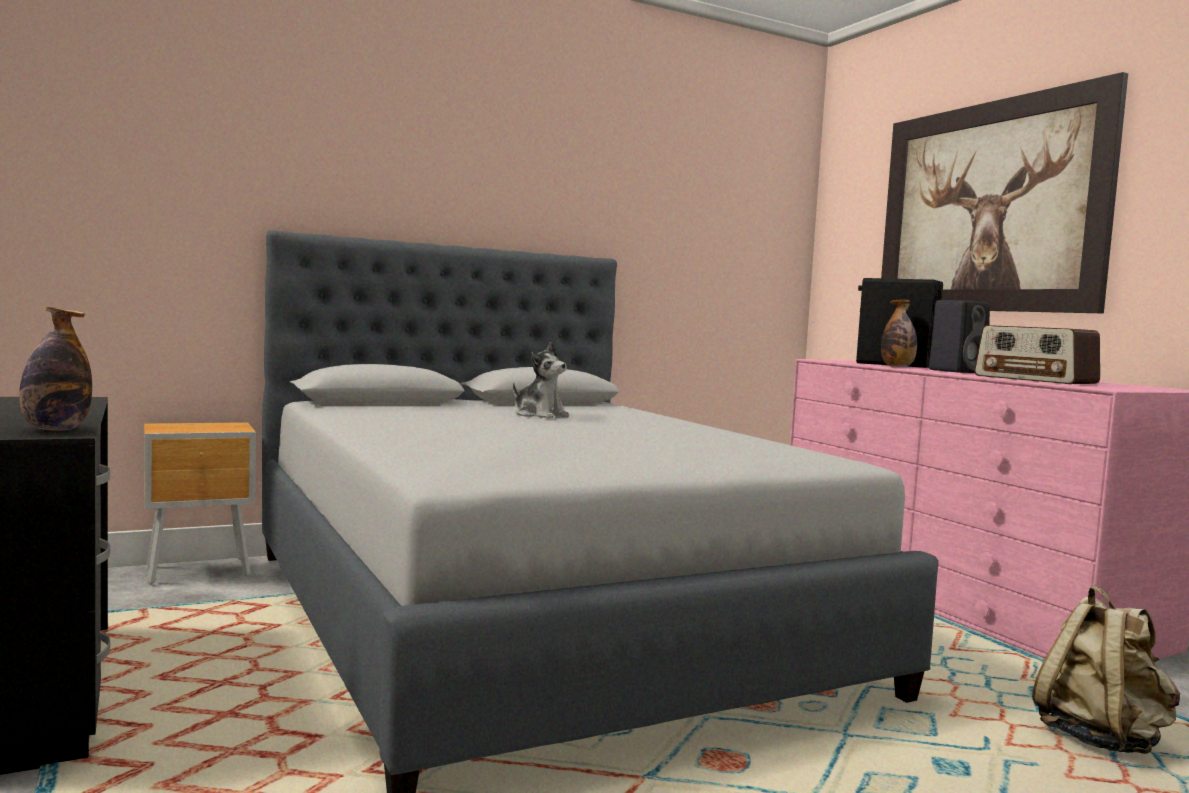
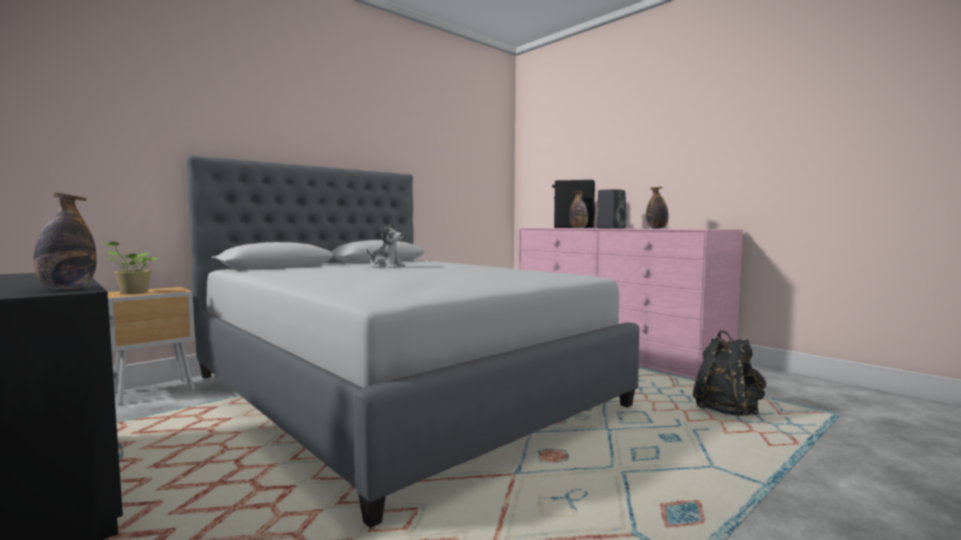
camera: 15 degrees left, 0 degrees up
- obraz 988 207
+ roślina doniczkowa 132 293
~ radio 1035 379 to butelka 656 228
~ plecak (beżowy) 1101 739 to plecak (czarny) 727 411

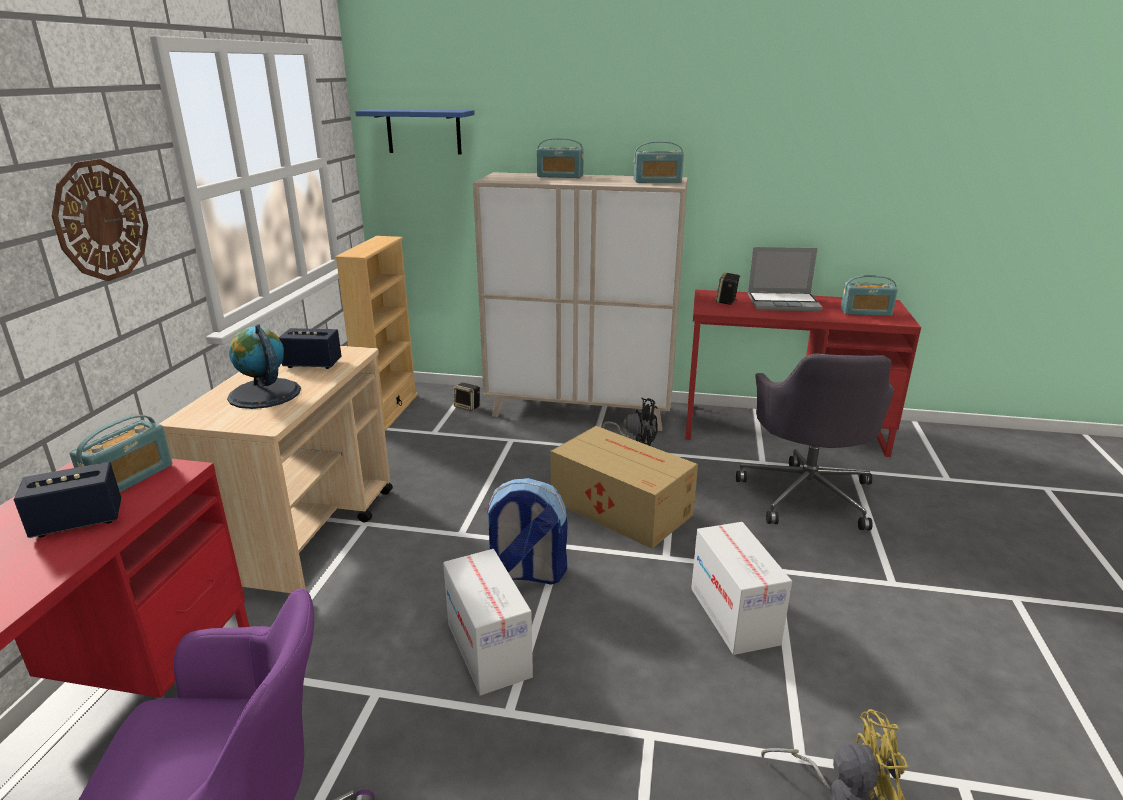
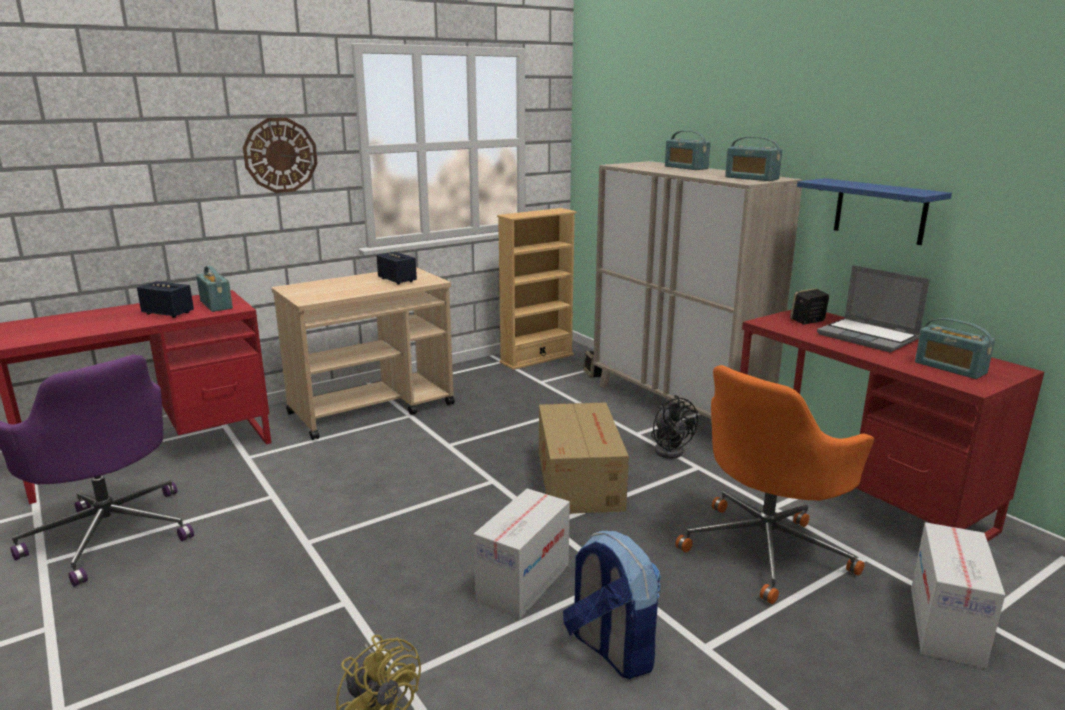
camera: 45 degrees right, 5 degrees down
- globus 264 394
~ półka (niebieski) 423 131 to 880 211
~ karton 489 650 to 946 626
~ plecak 526 573 to 610 649
~ krzesło biurowe (szary) 807 494 to krzesło biurowe (pomarańczowy) 766 549
~ radio 129 479 = 216 305 105 degrees counterclockwise

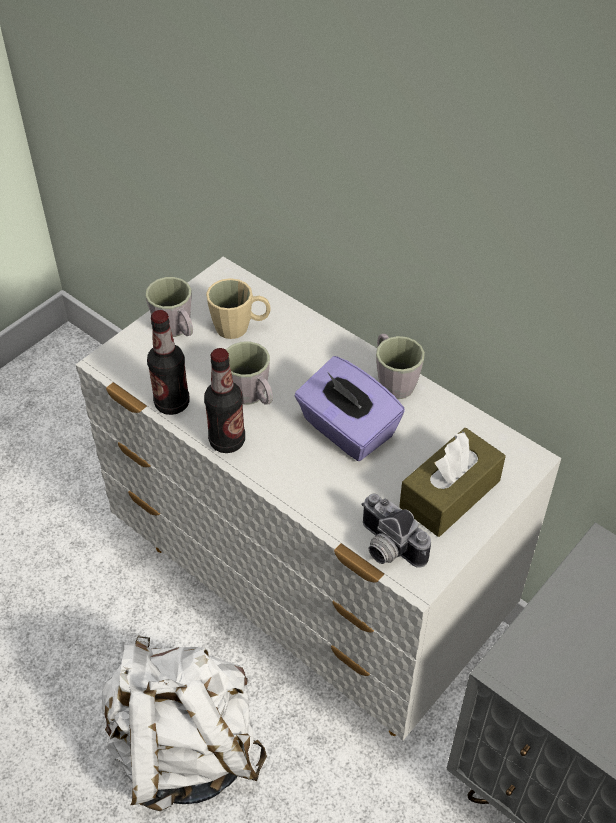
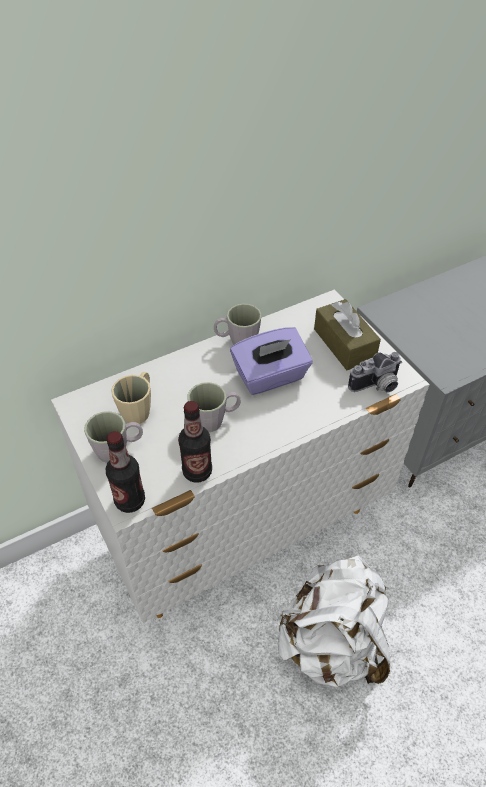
camera: 70 degrees left, 0 degrees up
~ butelka 227 441 to 130 501

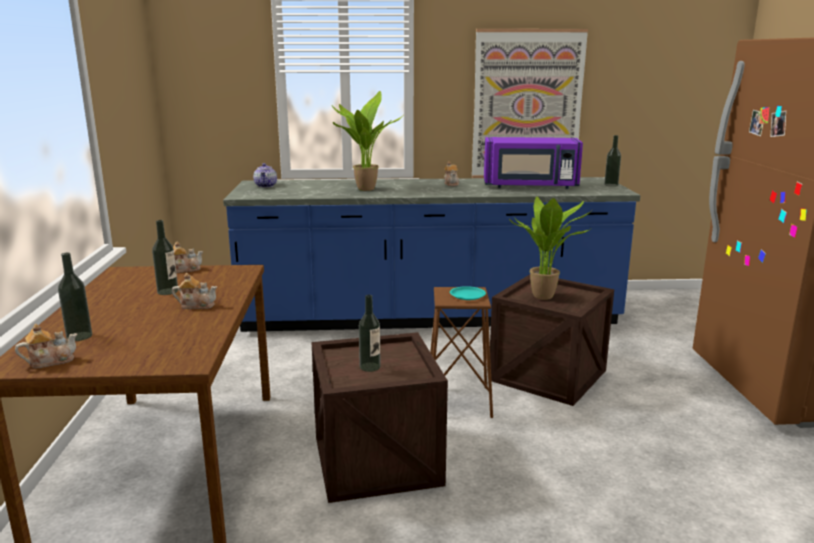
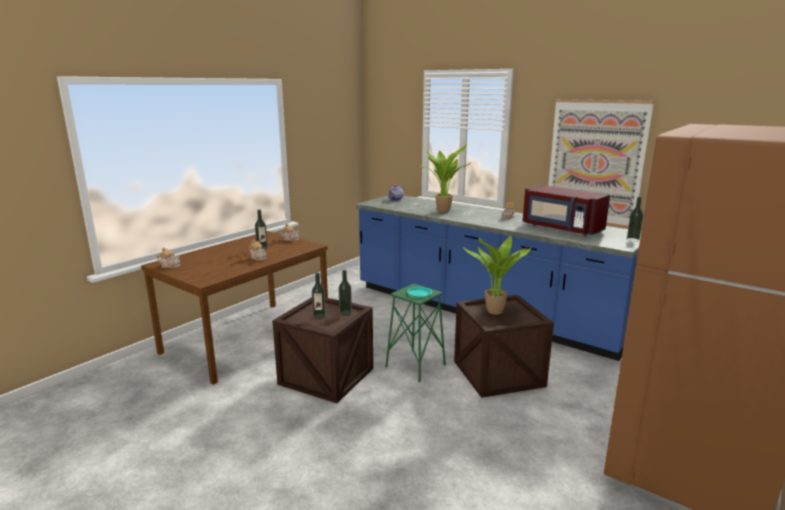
camera: 40 degrees right, 0 degrees up
~ butelka 79 336 to 345 313
~ stołek (brązowy) 458 401 to stołek (zielony) 415 365
~ mikrofalówka (fioletowy) 530 186 to mikrofalówka (czerwony) 561 228

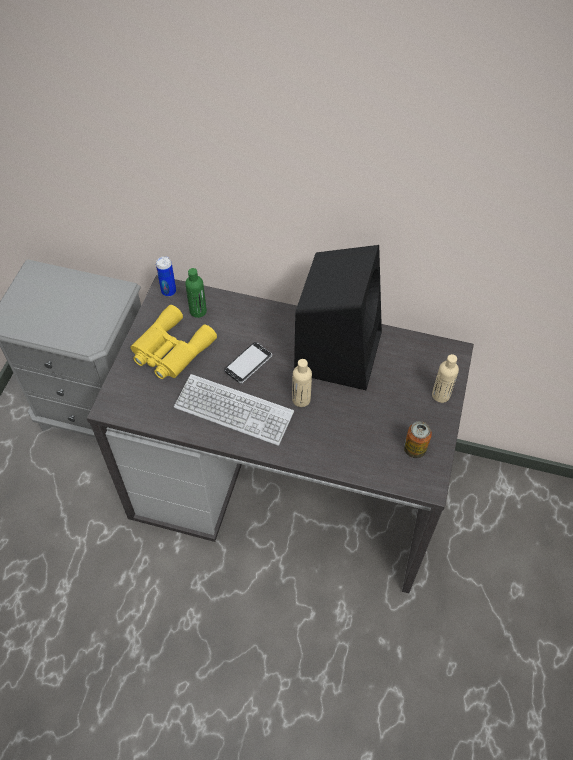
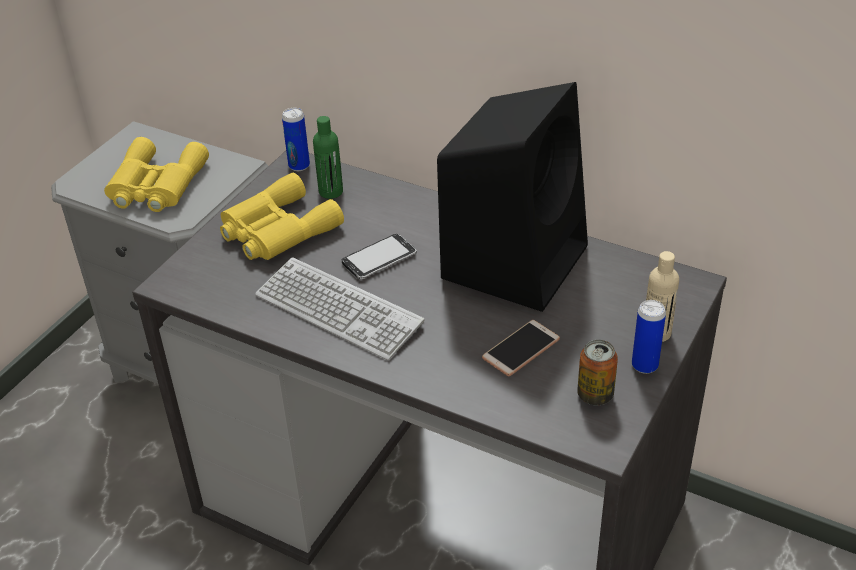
camera: 15 degrees right, 15 degrees down
- butelka (beżowy) 301 399
+ lornetka (żółty) 155 186
+ telefon 521 349
+ puszka 644 365

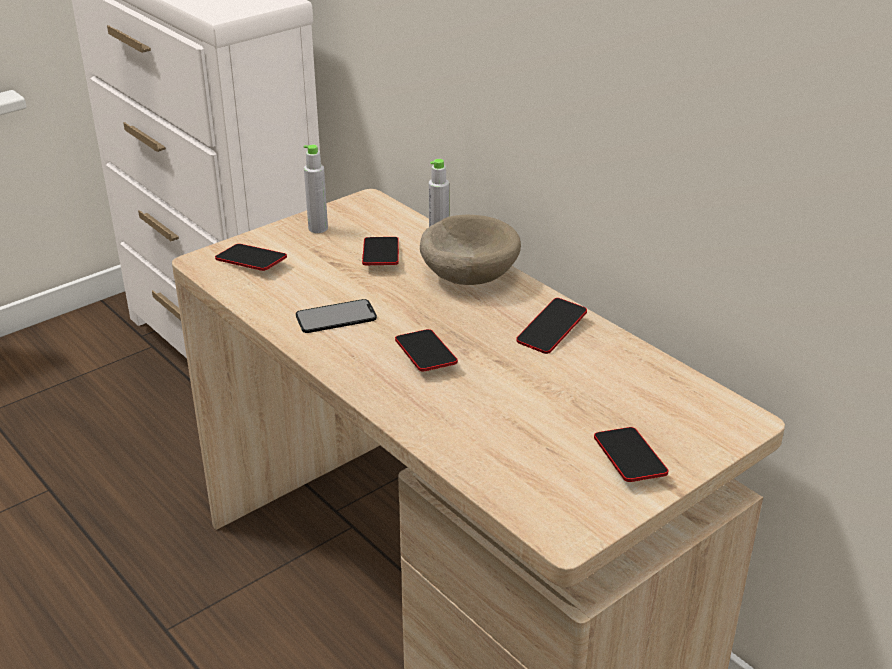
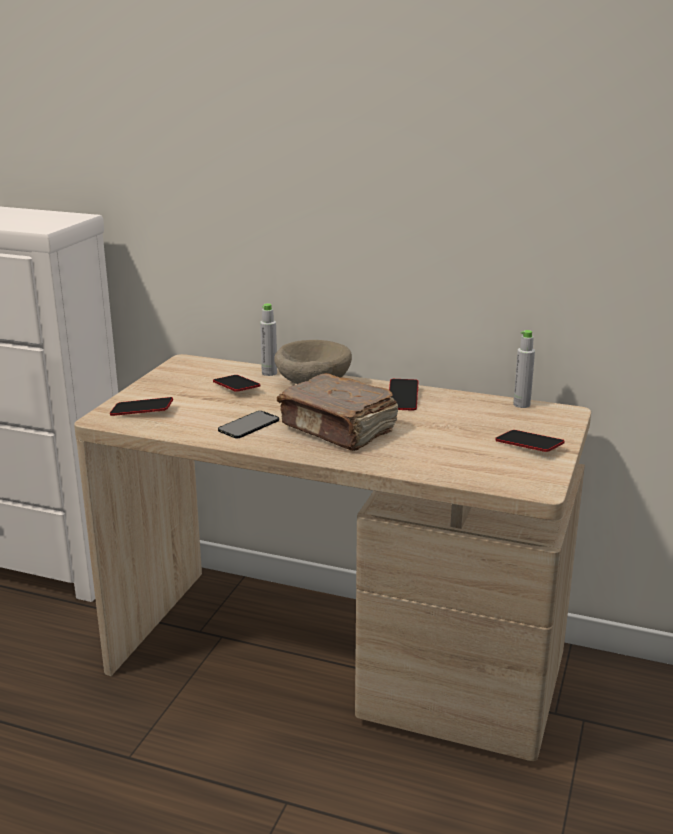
camera: 30 degrees left, 10 degrees down
~ butelka (szary) 318 228 to 521 404
~ telefon 425 355 to książka (brązowy) 338 429

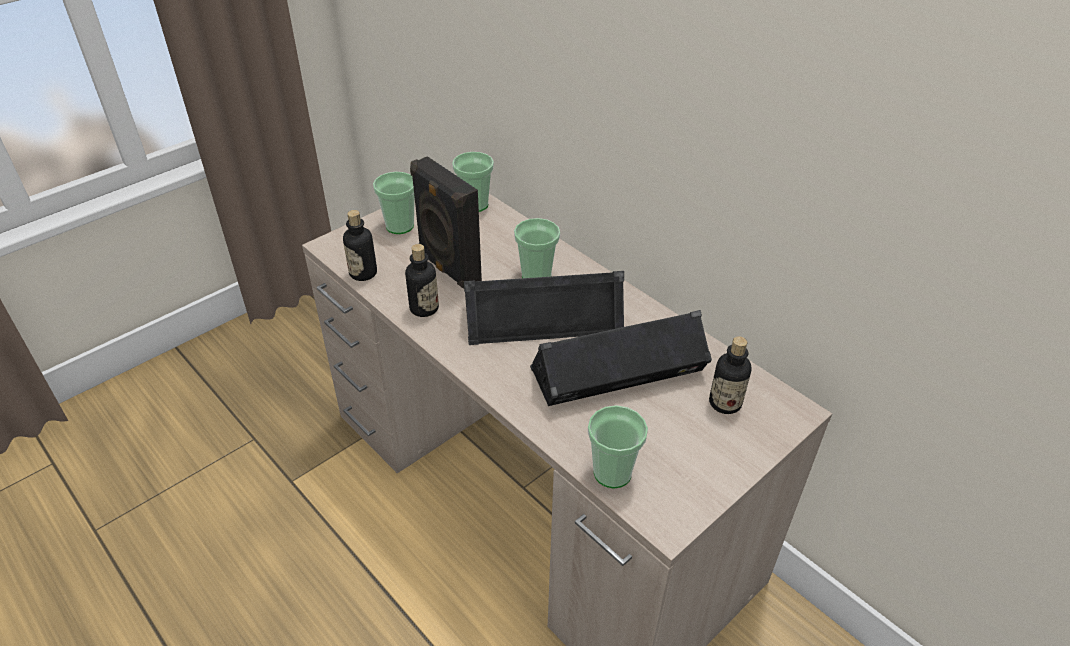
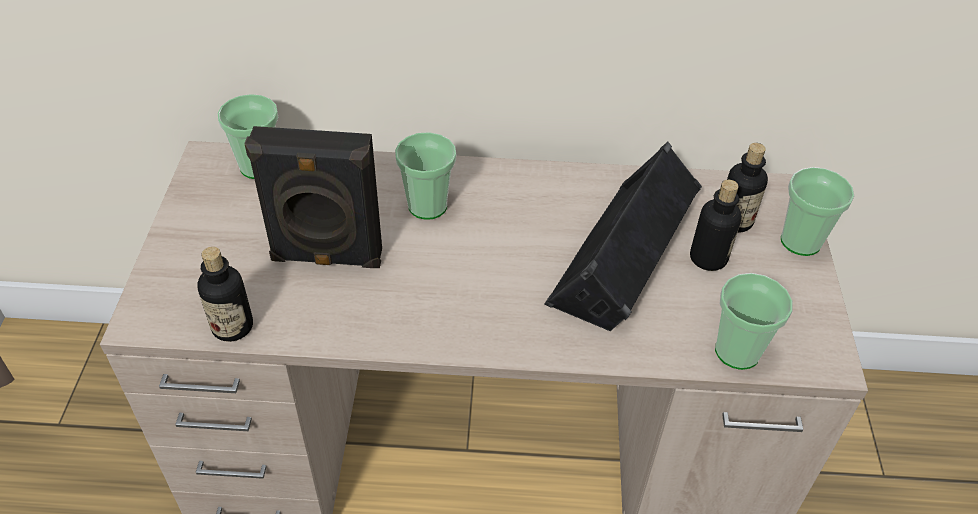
camera: 45 degrees left, 5 degrees up
- głośnik (czarny) 543 316
~ filiżanka 399 226 to 800 241
~ butelka 424 308 to 708 258

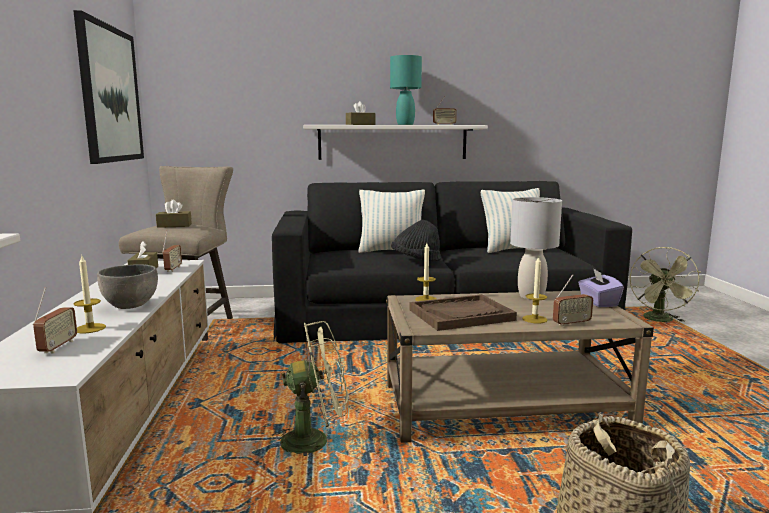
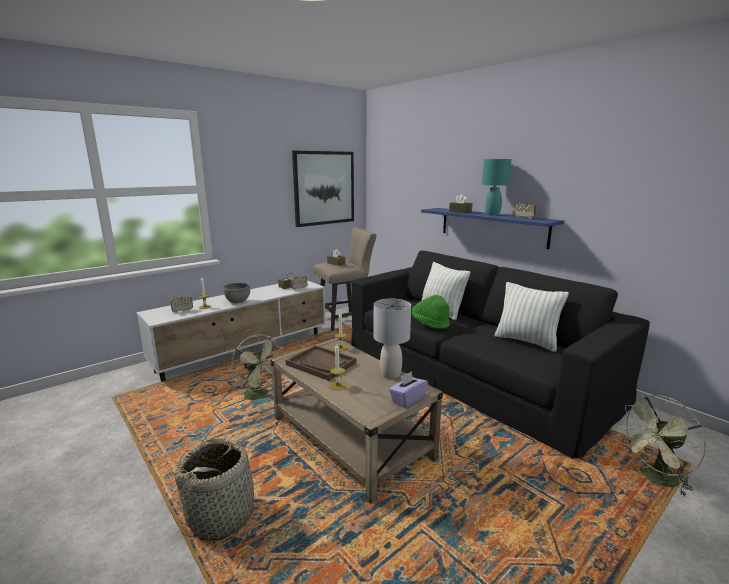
camera: 55 degrees right, 5 degrees up
- radio 571 324
~ półka (biały) 392 142 to półka (niebieski) 492 226
~ kapelusz (czarny) 416 260 to kapelusz (zielony) 430 323

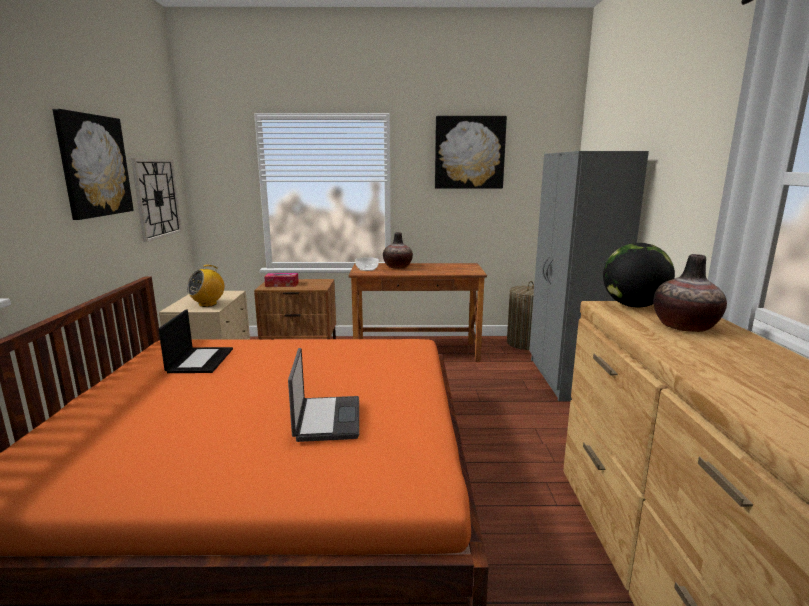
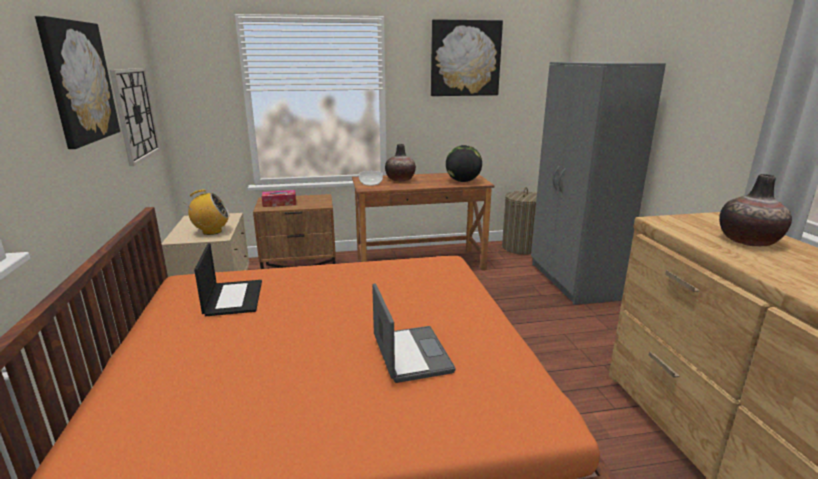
camera: 10 degrees left, 5 degrees up
~ globus 633 306 to 463 181
~ radio 208 304 = 211 231 135 degrees counterclockwise

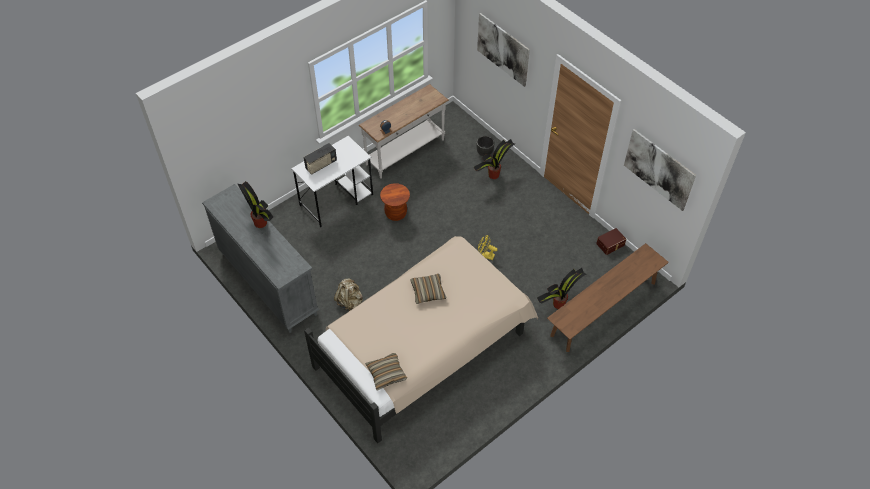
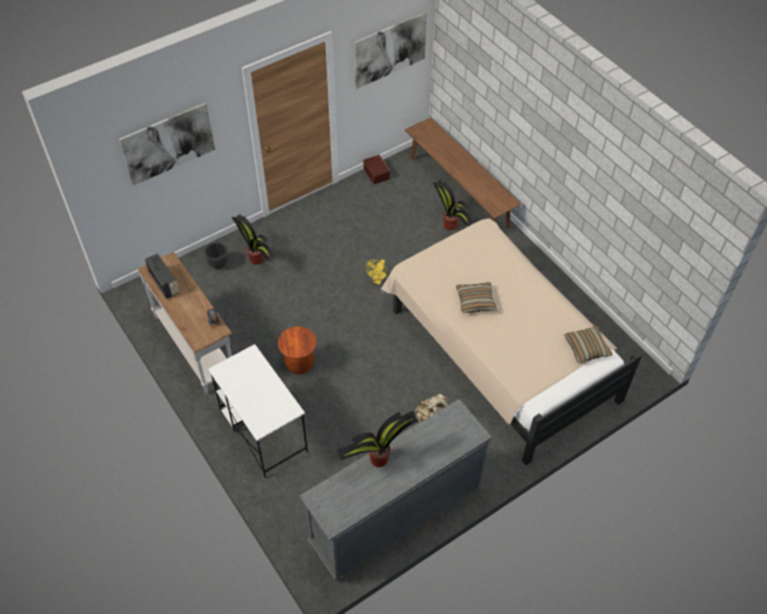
camera: 85 degrees left, 0 degrees up
~ radio 321 165 to 164 283

